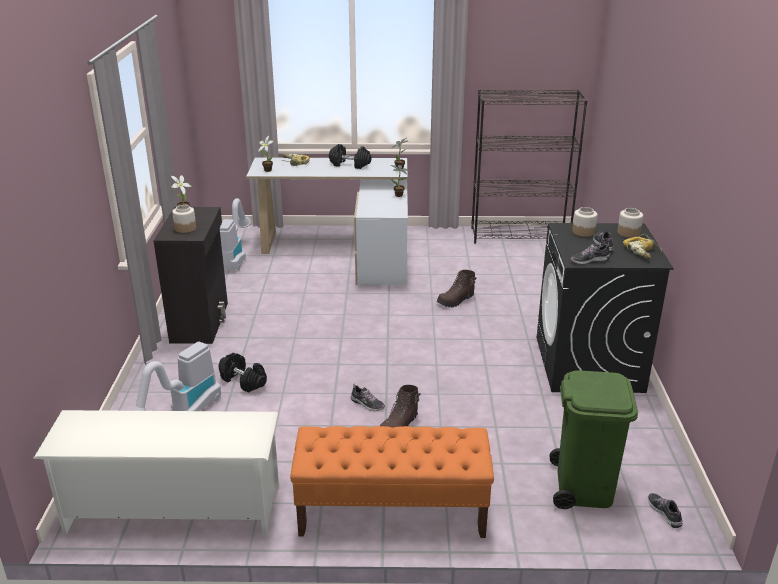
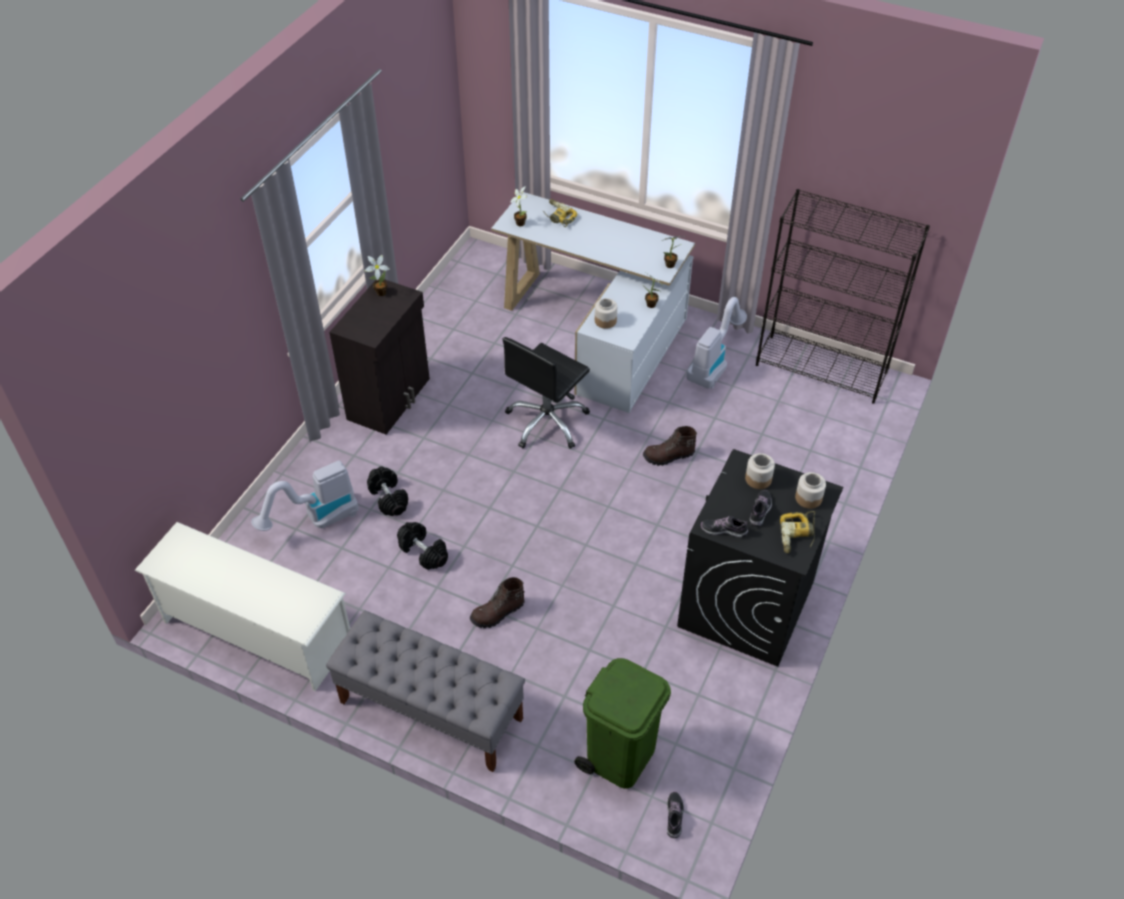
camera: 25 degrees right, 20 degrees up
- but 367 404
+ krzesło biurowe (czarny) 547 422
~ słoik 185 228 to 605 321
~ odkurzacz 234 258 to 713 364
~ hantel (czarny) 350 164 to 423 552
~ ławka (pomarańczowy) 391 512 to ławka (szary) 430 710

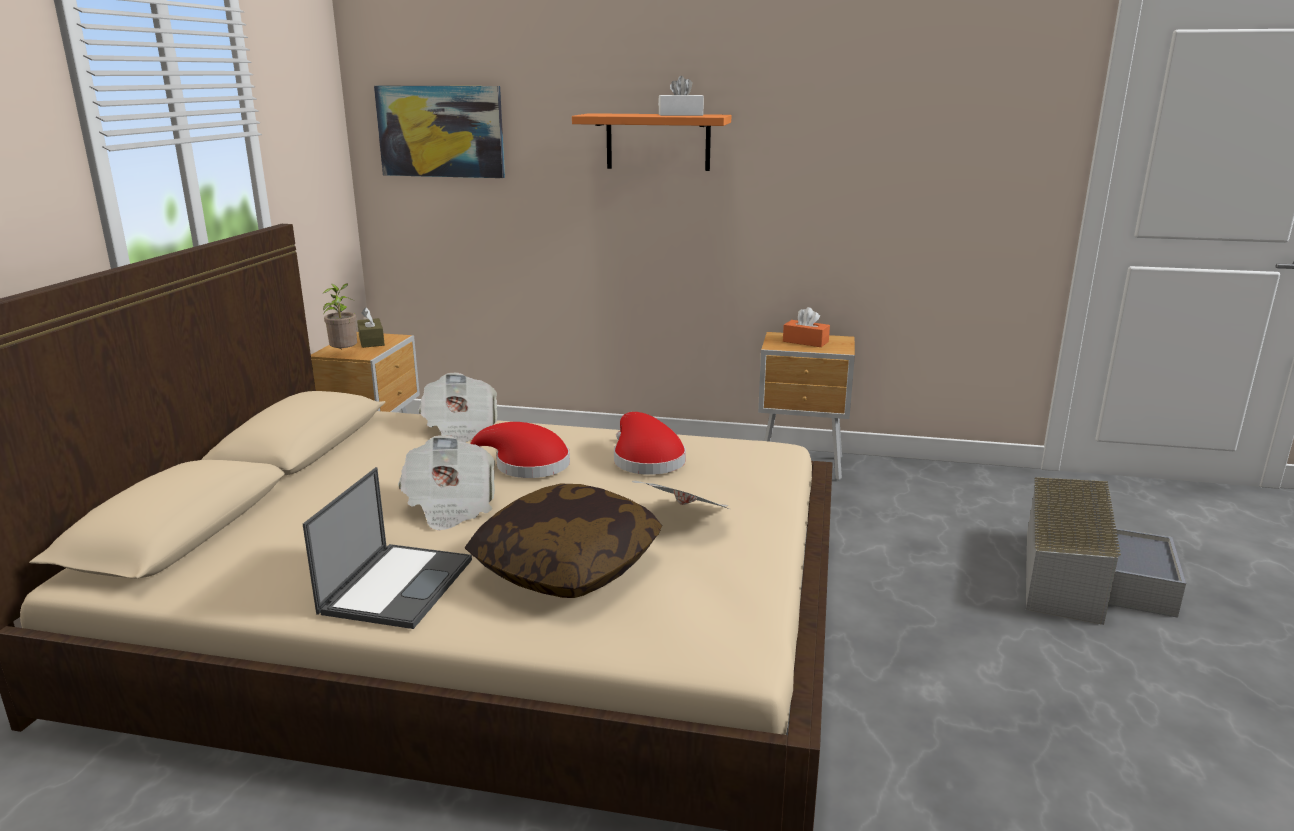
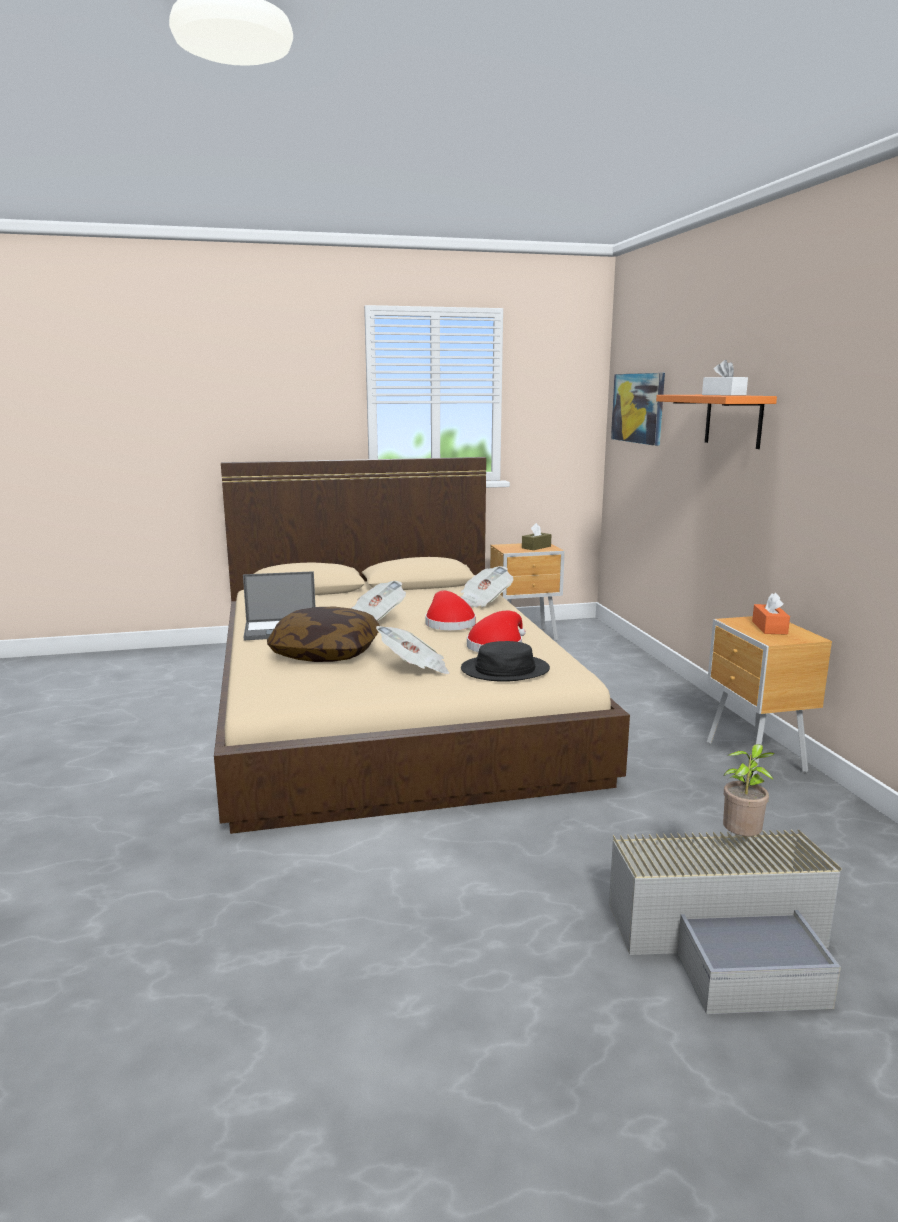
camera: 65 degrees right, 5 degrees down
+ kapelusz (czarny) 505 670
~ roślina doniczkowa 344 354 to 742 839

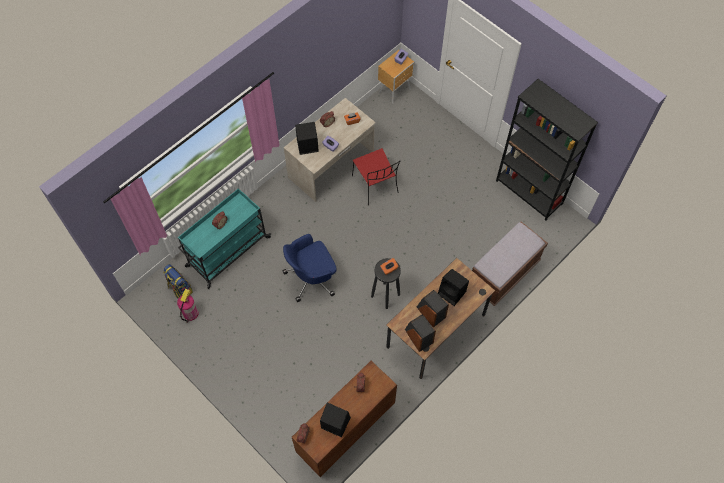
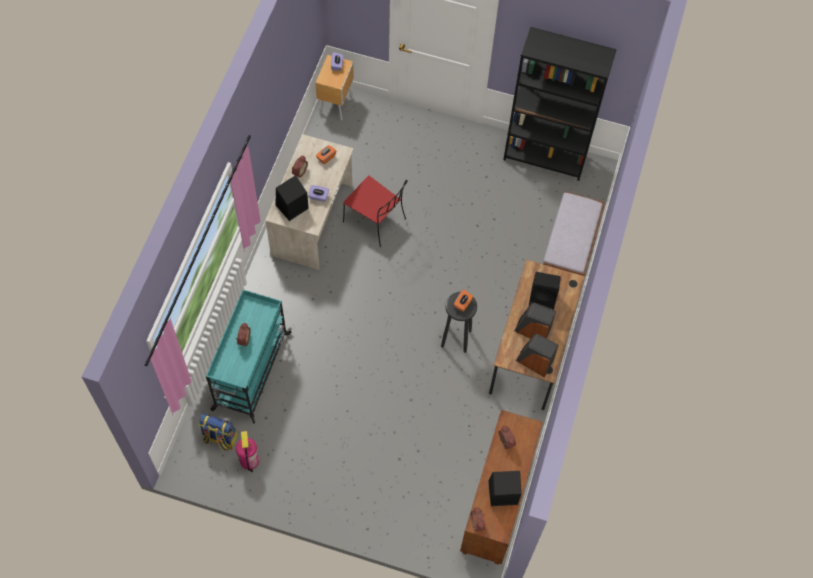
camera: 30 degrees left, 0 degrees up
- krzesło biurowe (niebieski) 312 278

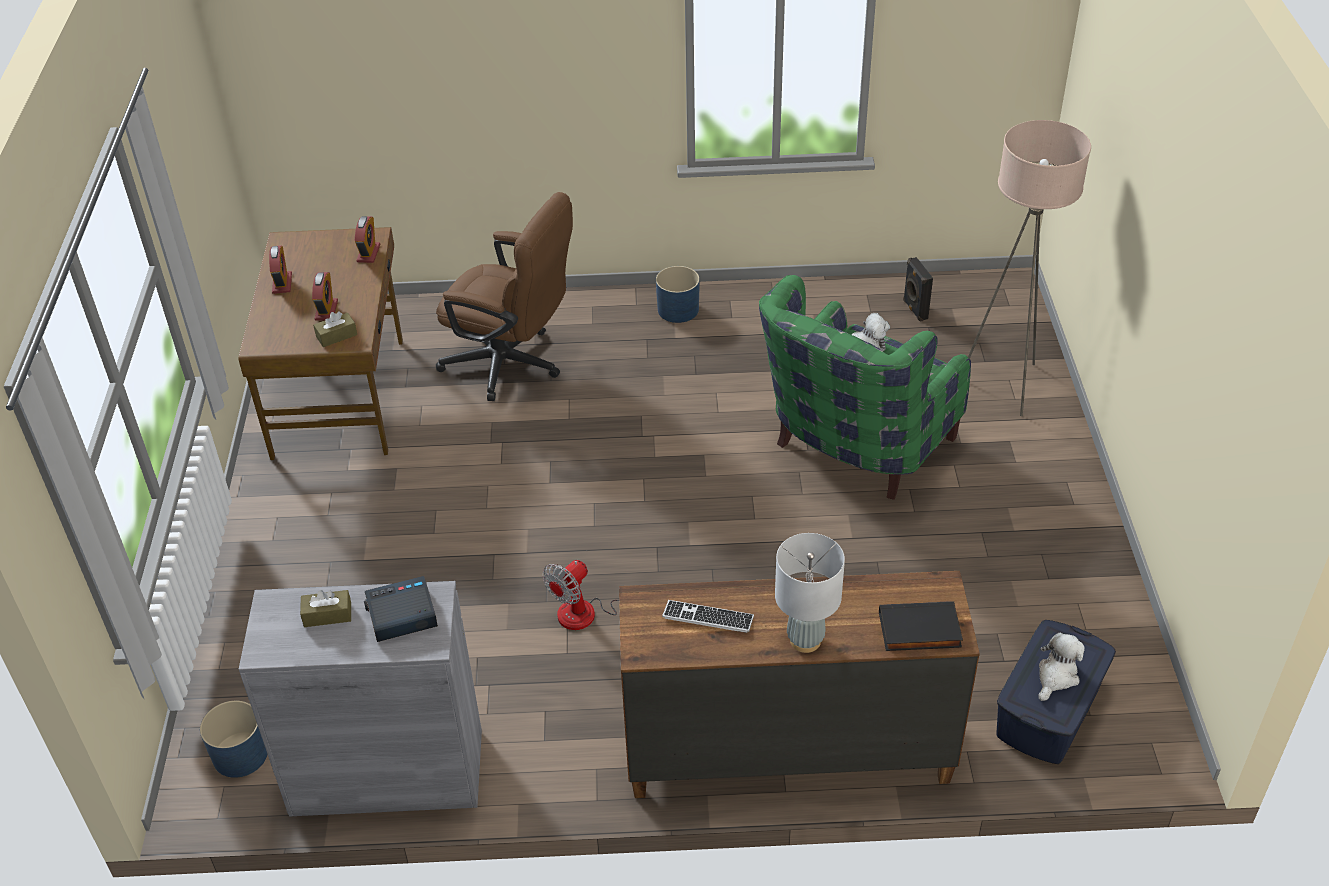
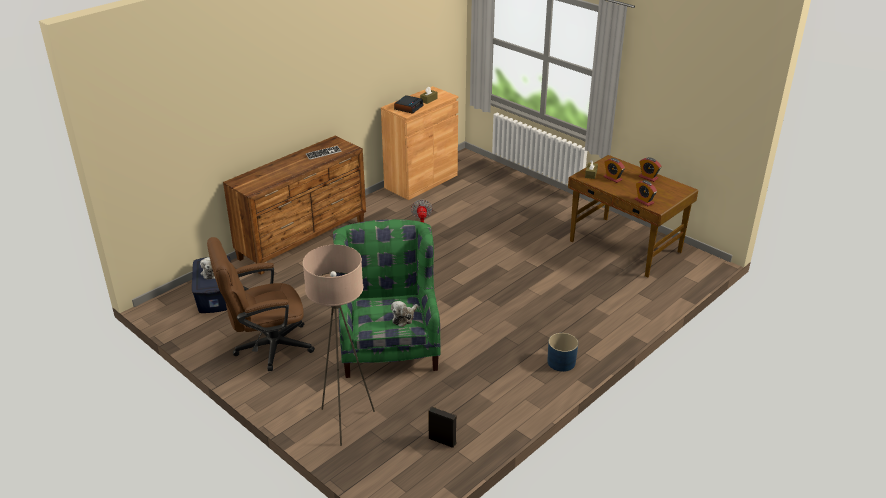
camera: 135 degrees right, 10 degrees down
- donica (niebieski) 240 755
- lampa stołowa (szary) 805 640
- książka (czarny) 919 631
~ krzesło biurowe (brązowy) 512 365 to 266 347
~ szafka (szary) 387 772 to szafka (brązowy) 421 181

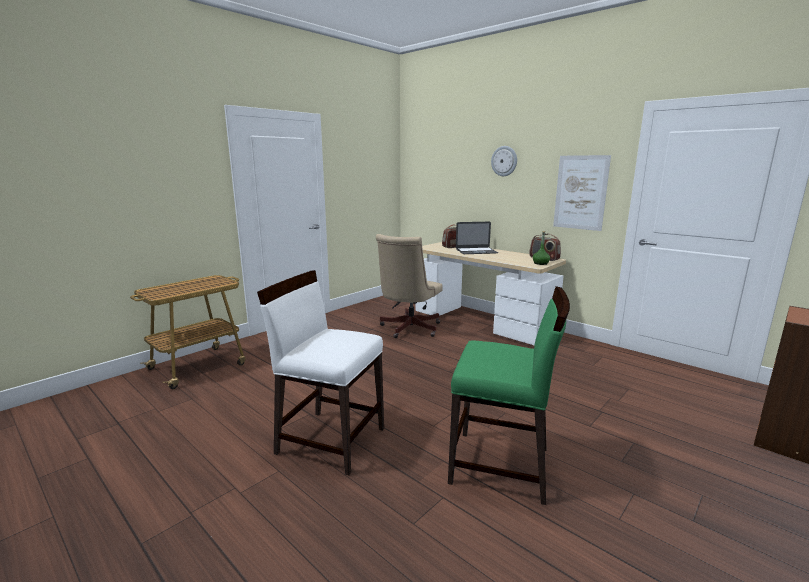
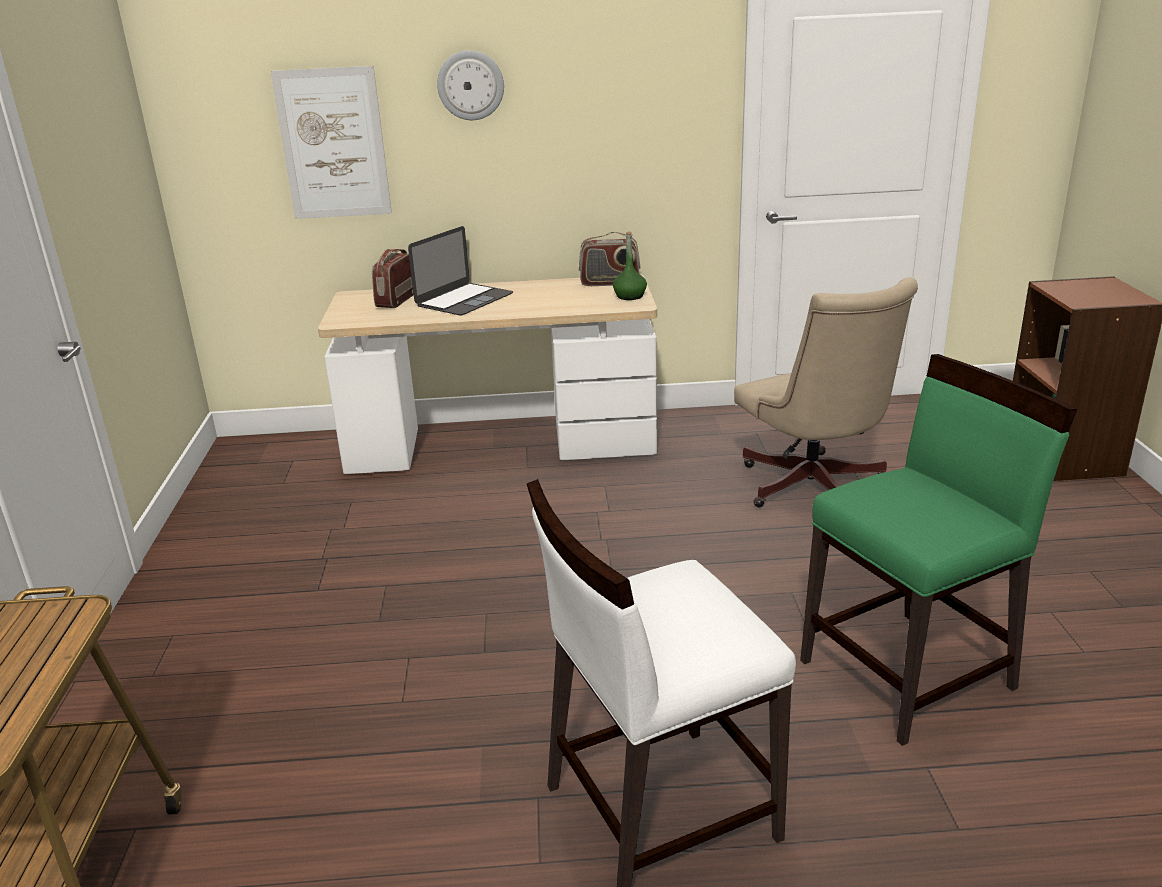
camera: 45 degrees left, 10 degrees up
~ krzesło biurowe (beżowy) 408 329 to 814 490
~ obraz 580 192 to 333 144

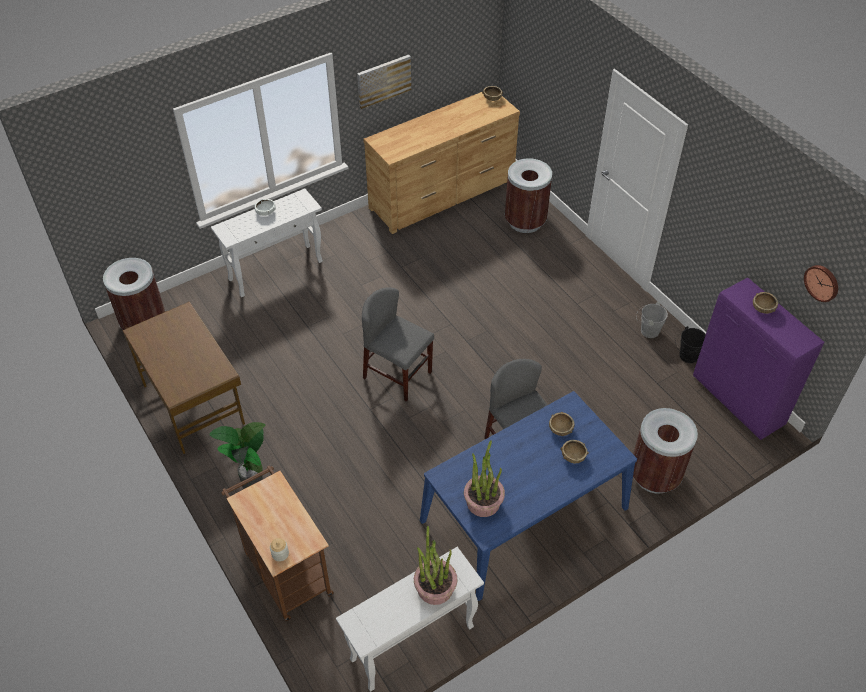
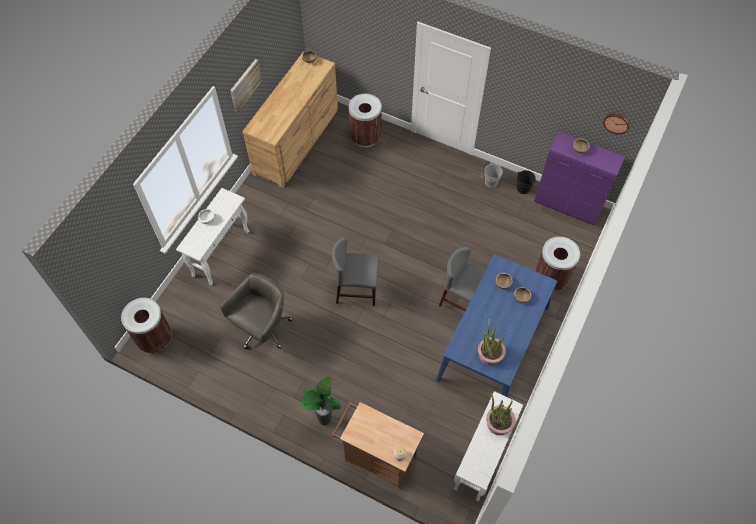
camera: 30 degrees left, 10 degrees up
- biurko (brązowy) 194 403
+ krzesło biurowe (szary) 262 329

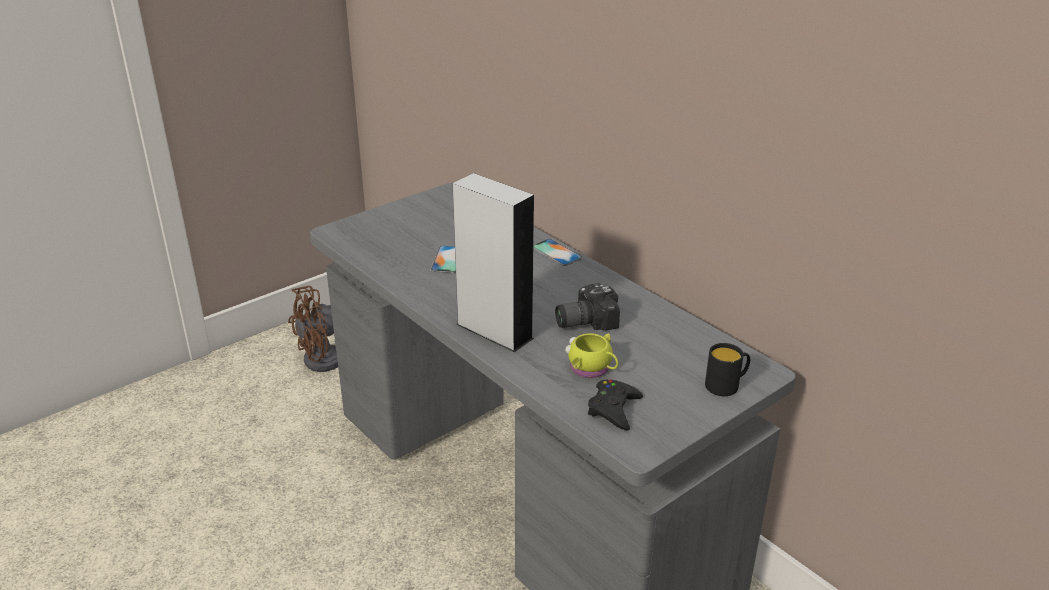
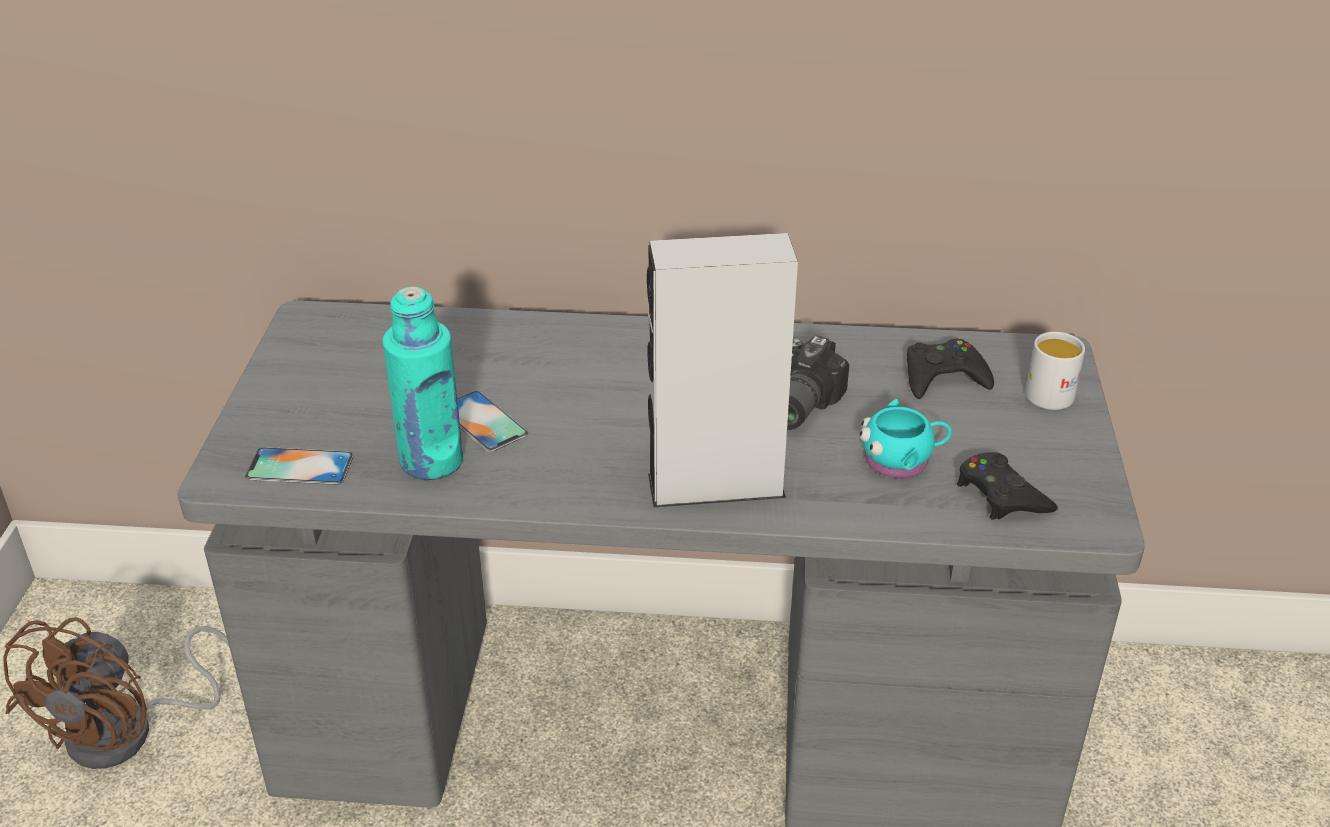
camera: 45 degrees left, 5 degrees up
+ butelka (turkusowy) 432 461
+ pad do gier (czarny) 943 377
~ telefon 556 252 to 300 467
~ kubek (żółty) 592 369 to kubek (turkusowy) 902 460
~ kubek (czarny) 727 385 to kubek (biały) 1051 391

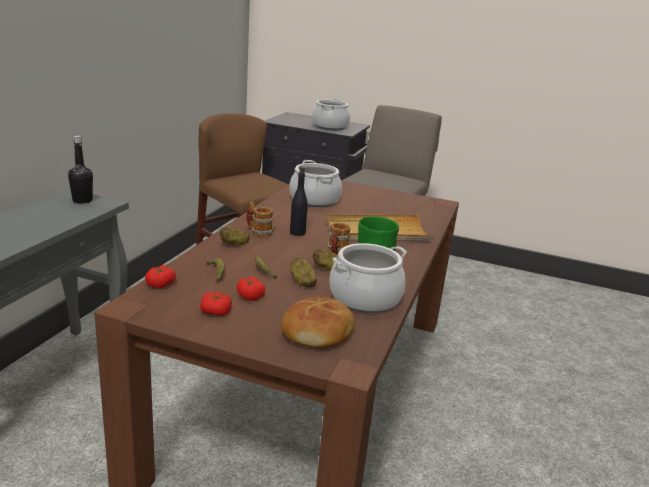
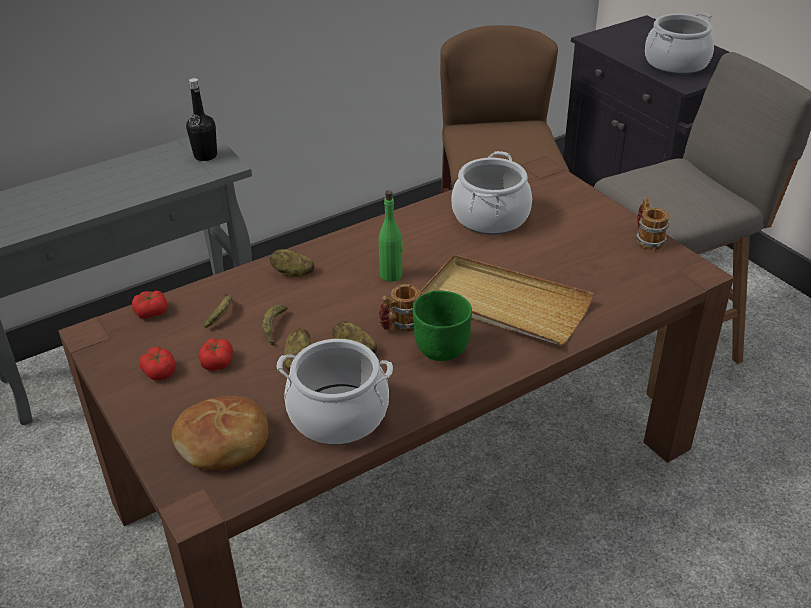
camera: 40 degrees right, 15 degrees up
~ kubek 258 232 to 647 239
~ butelka (czarny) 297 233 to butelka (zielony) 391 275

